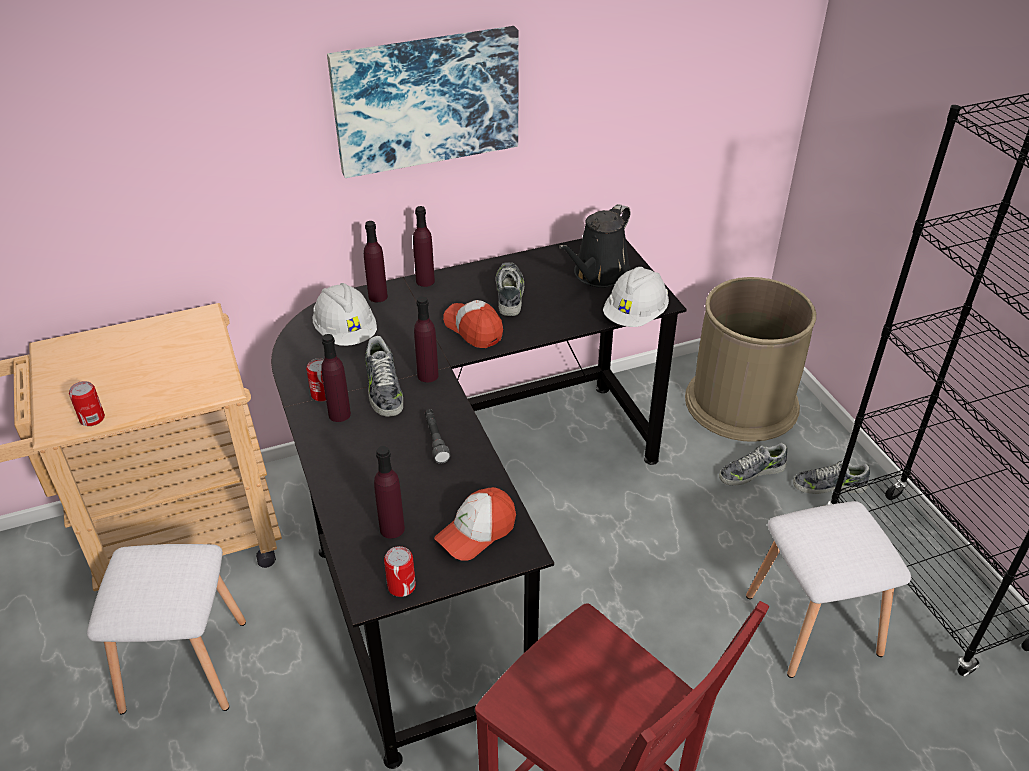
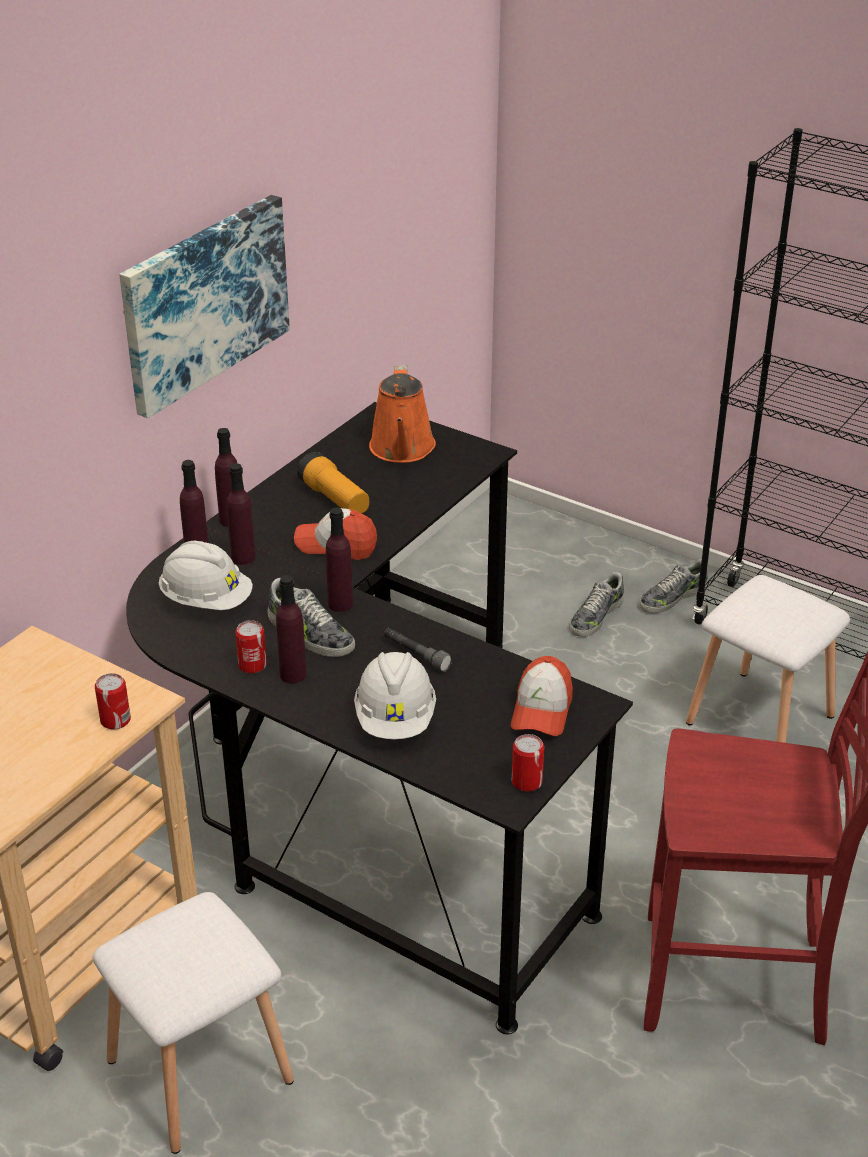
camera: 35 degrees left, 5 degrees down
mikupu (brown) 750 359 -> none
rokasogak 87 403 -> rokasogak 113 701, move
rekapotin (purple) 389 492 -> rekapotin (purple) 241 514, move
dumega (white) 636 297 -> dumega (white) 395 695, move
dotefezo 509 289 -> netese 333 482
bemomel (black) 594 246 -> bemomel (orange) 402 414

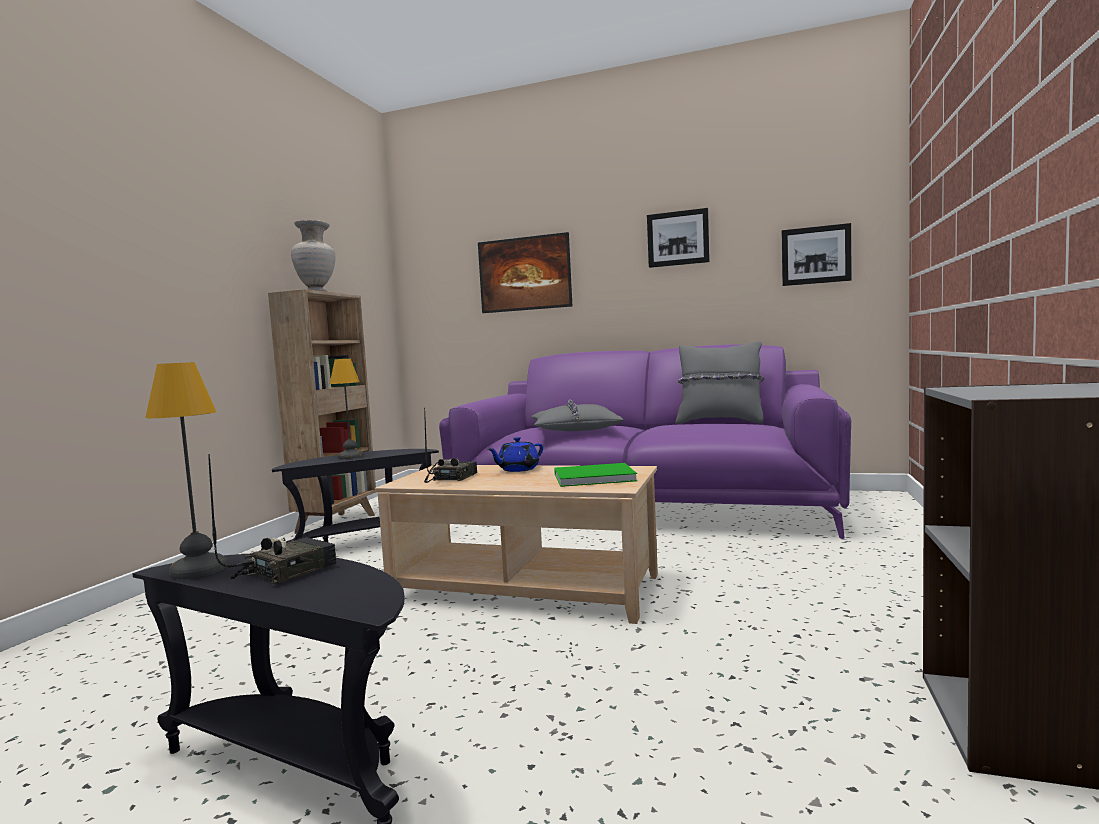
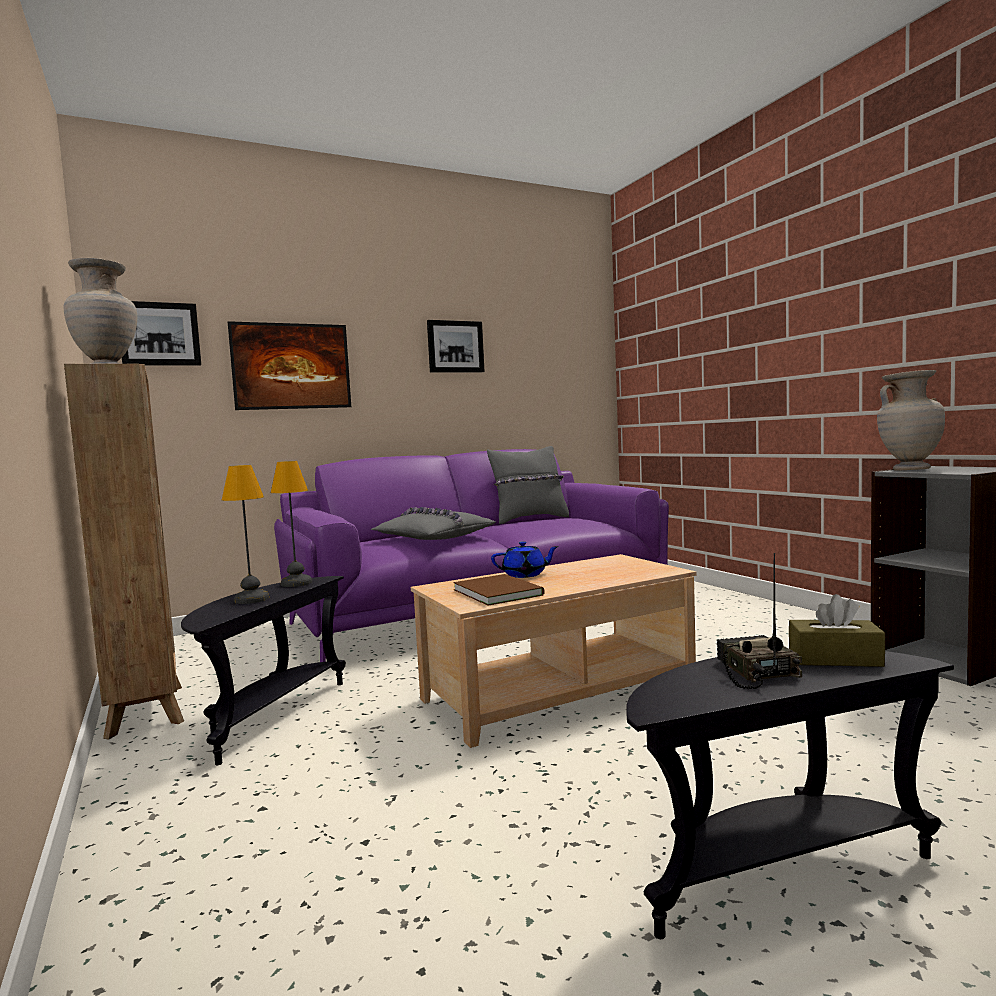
camera: 45 degrees left, 0 degrees up
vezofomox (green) 595 475 -> none
none -> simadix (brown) 837 630
none -> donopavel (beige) 911 420
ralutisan 186 470 -> ralutisan 291 524, move
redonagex 817 254 -> redonagex 161 333, move
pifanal 450 445 -> vezofomox (brown) 498 590
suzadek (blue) 515 454 -> suzadek (blue) 525 559, 105 degrees counterclockwise

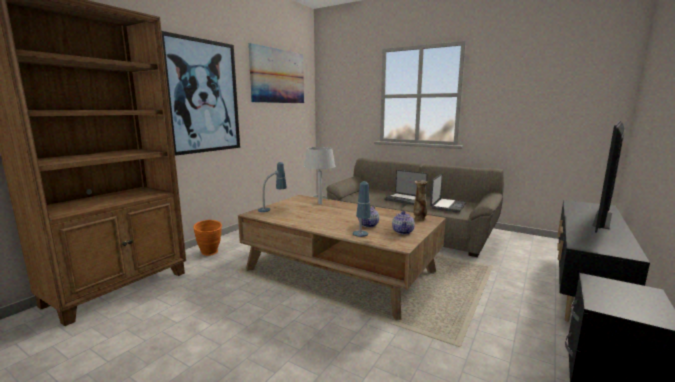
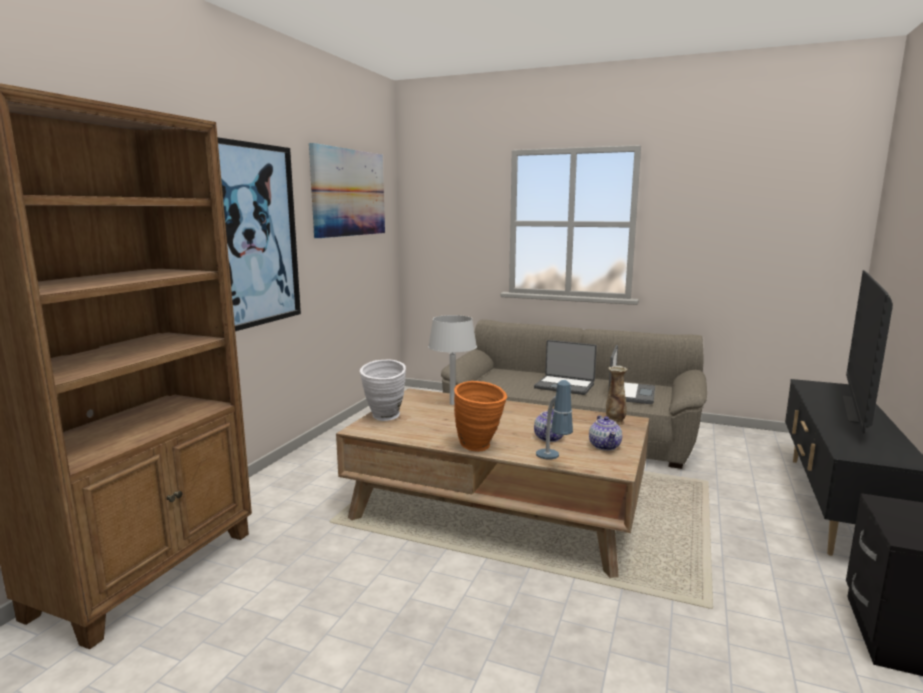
camera: 10 degrees left, 0 degrees up
donopavel (orange) 207 238 -> donopavel (orange) 480 416, move
ralutisan 272 187 -> donopavel (white) 383 390

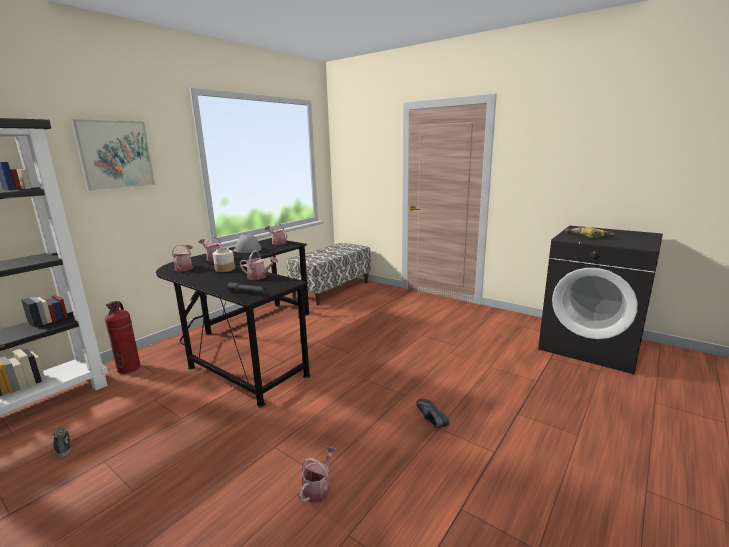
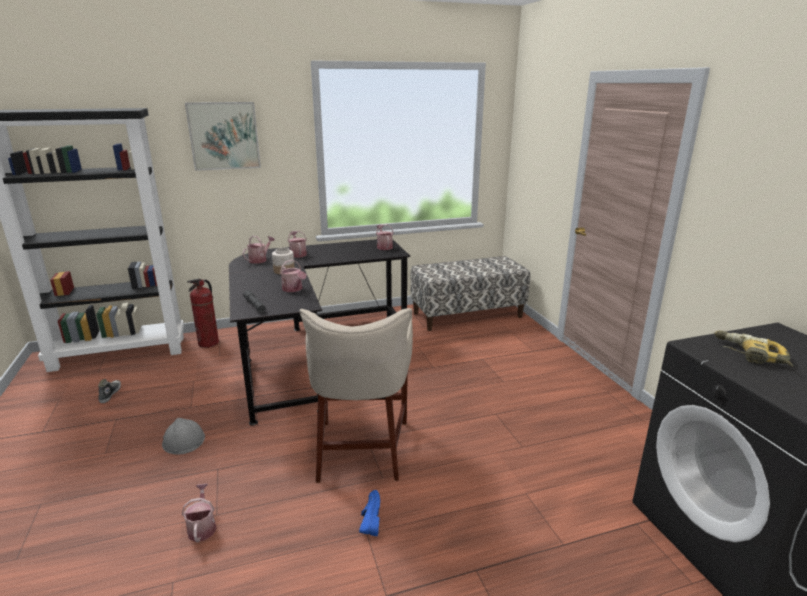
camera: 35 degrees right, 5 degrees up
none -> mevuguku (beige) 356 395
dumega (grey) 247 243 -> dumega (grey) 183 436, move
dotefezo (black) 432 413 -> dotefezo (blue) 369 513
bemomel 318 474 -> bemomel 199 512, 75 degrees counterclockwise

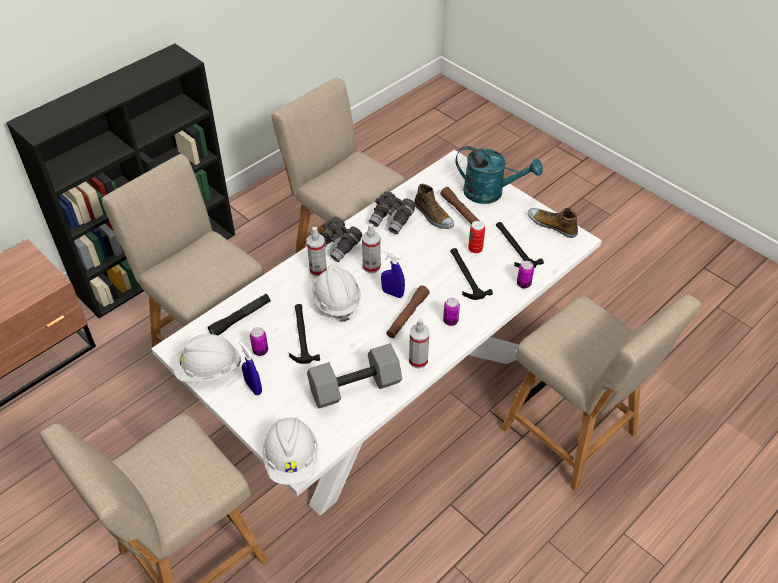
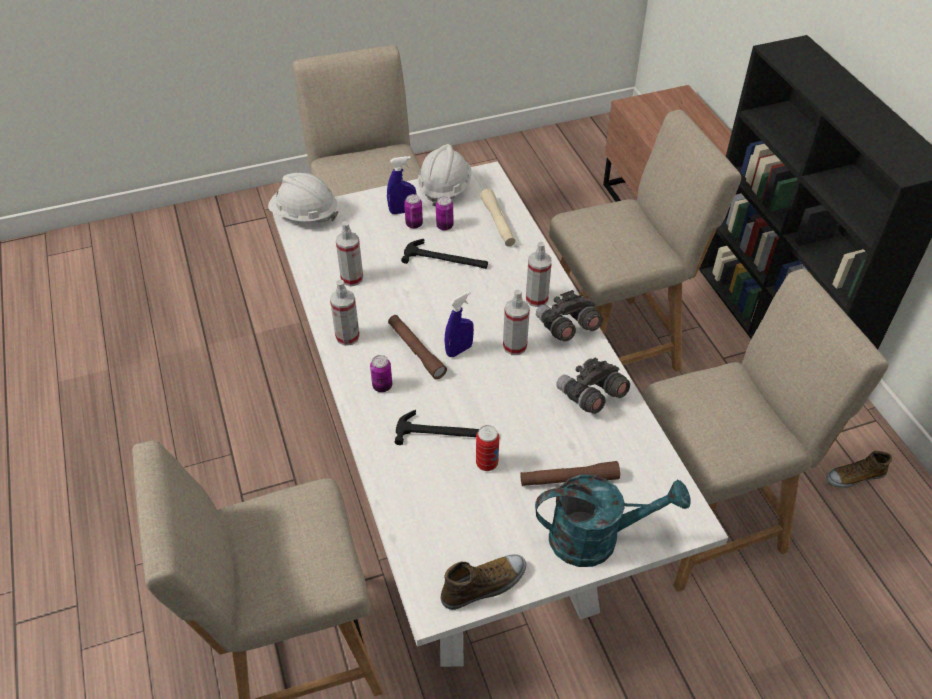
camera: 115 degrees right, 0 degrees up
dumega (white) 336 293 -> none
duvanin 520 245 -> none
dotefezo 434 206 -> dotefezo 859 469, move
rokasogak 525 274 -> rokasogak 413 211, move
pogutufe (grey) 354 376 -> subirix 349 253
netese (black) 239 314 -> netese (beige) 497 218
bemomel (turquoise) 499 175 -> bemomel (turquoise) 613 521, 135 degrees counterclockwise

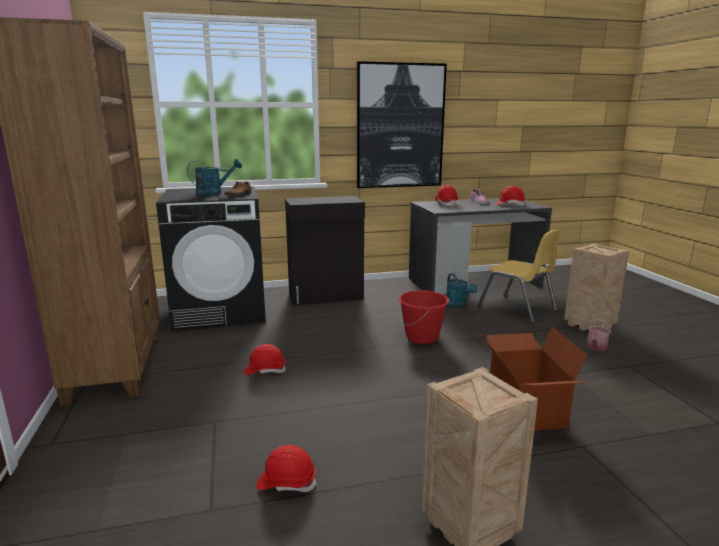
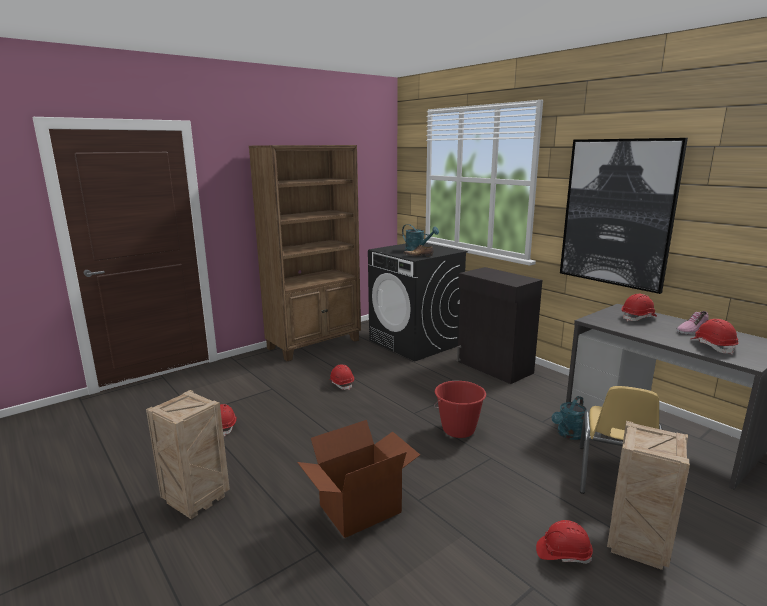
camera: 65 degrees right, 0 degrees up
bemomel 598 335 -> dumega (red) 564 542

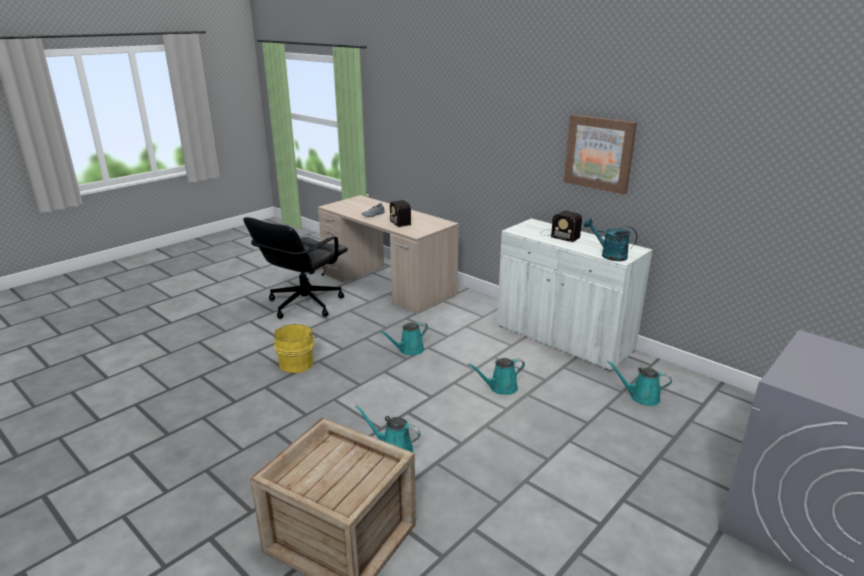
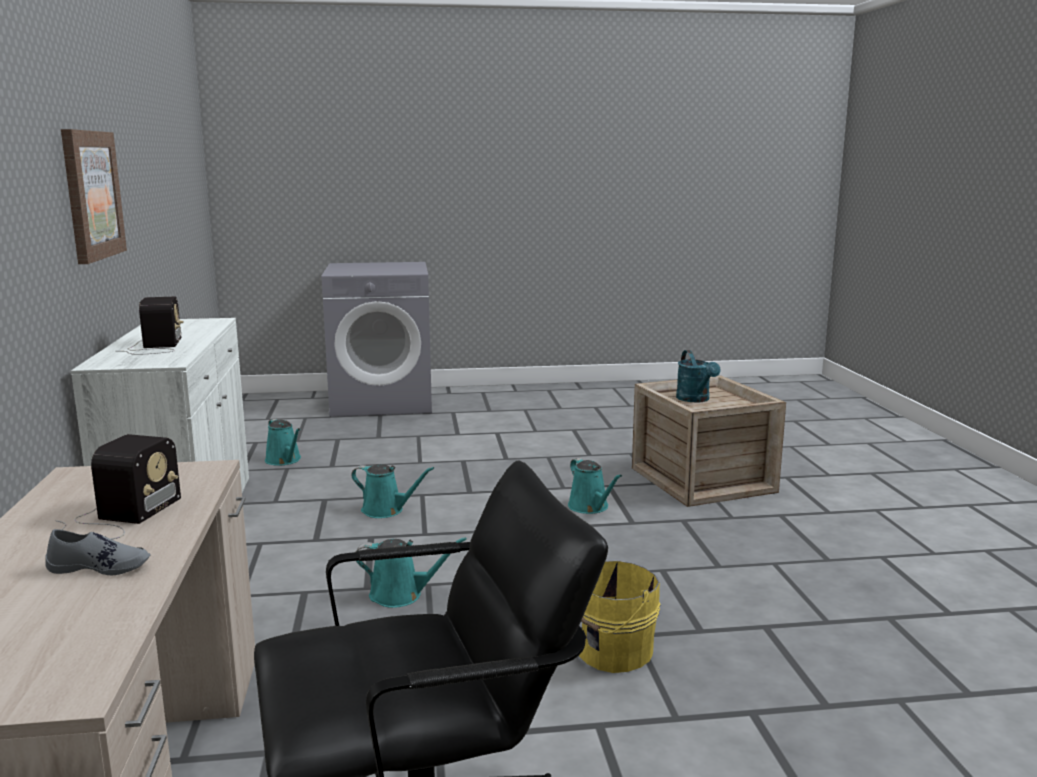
camera: 140 degrees left, 10 degrees down
bemomel (turquoise) 611 239 -> bemomel (turquoise) 698 376, move

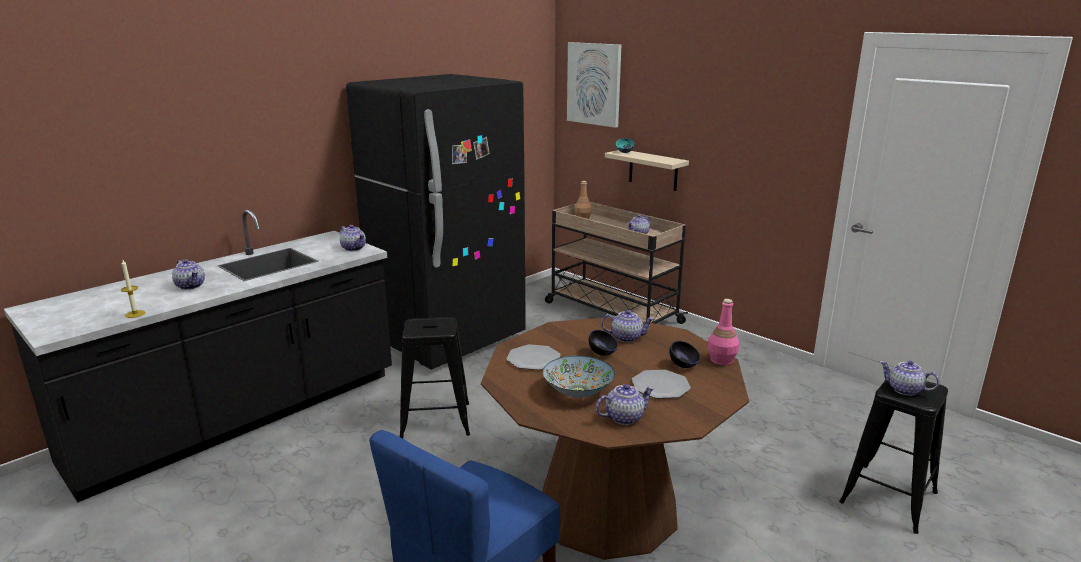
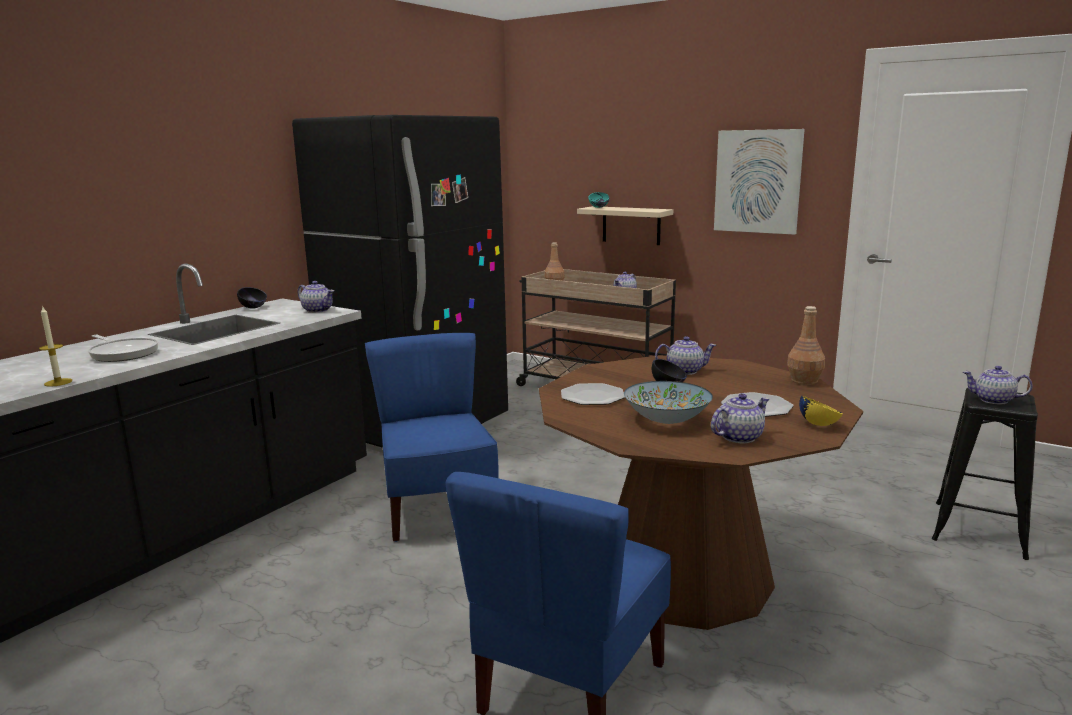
camera: 10 degrees left, 5 degrees down
none -> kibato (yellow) 821 411
redonagex 594 85 -> redonagex 759 182, move
kibato (black) 684 354 -> kibato (black) 252 298, move
suzadek 188 274 -> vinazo 123 348
mevuguku (black) 435 377 -> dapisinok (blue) 432 437
rekapotin (pink) 723 332 -> rekapotin (brown) 806 345

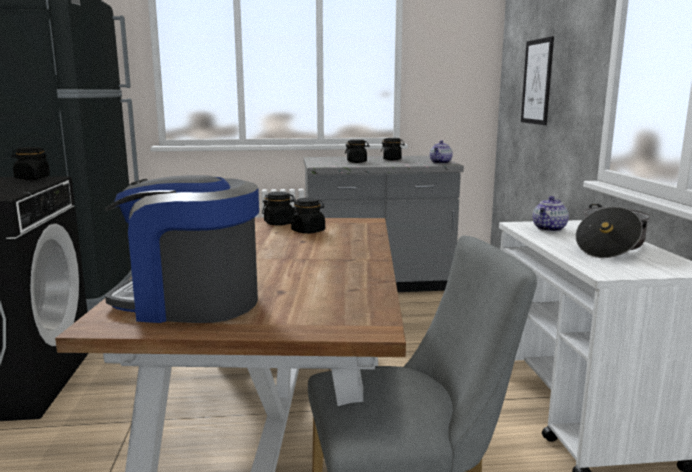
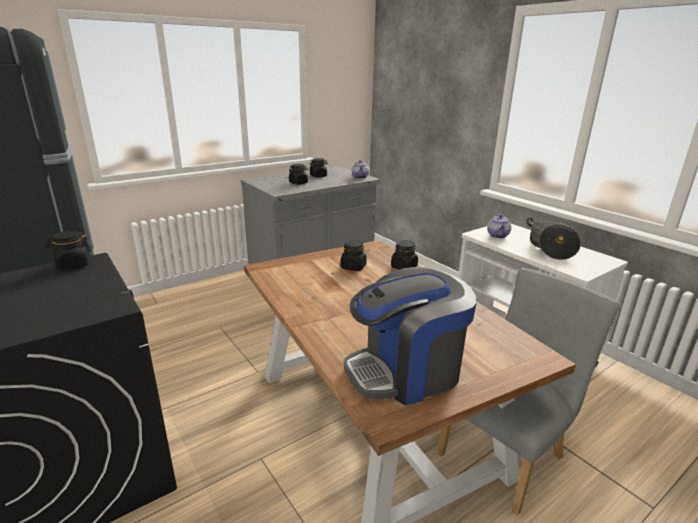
camera: 30 degrees left, 10 degrees up
redonagex 537 80 -> none
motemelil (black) 279 209 -> motemelil (black) 404 255, move

